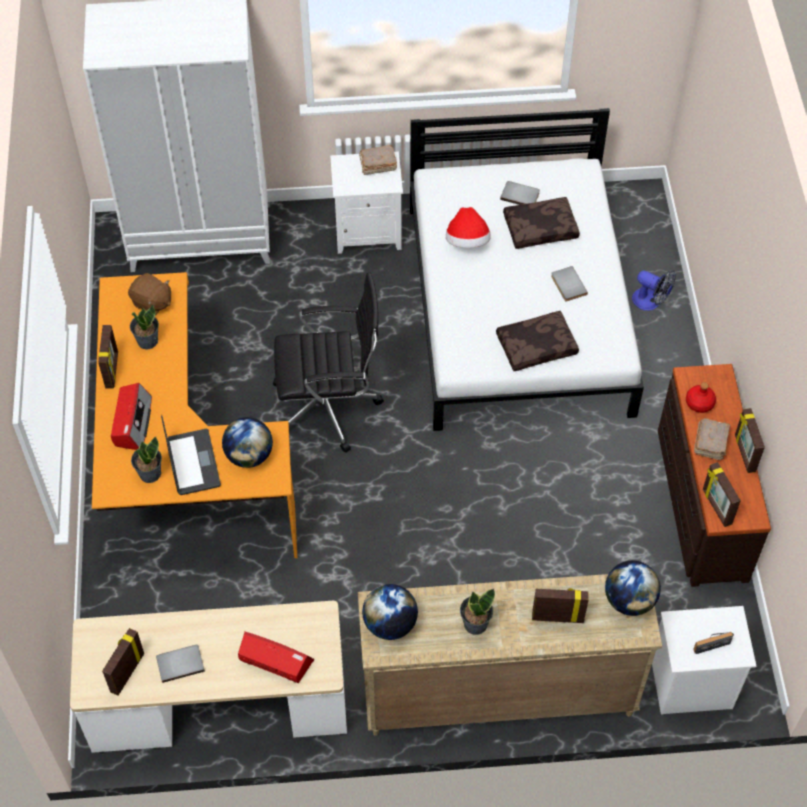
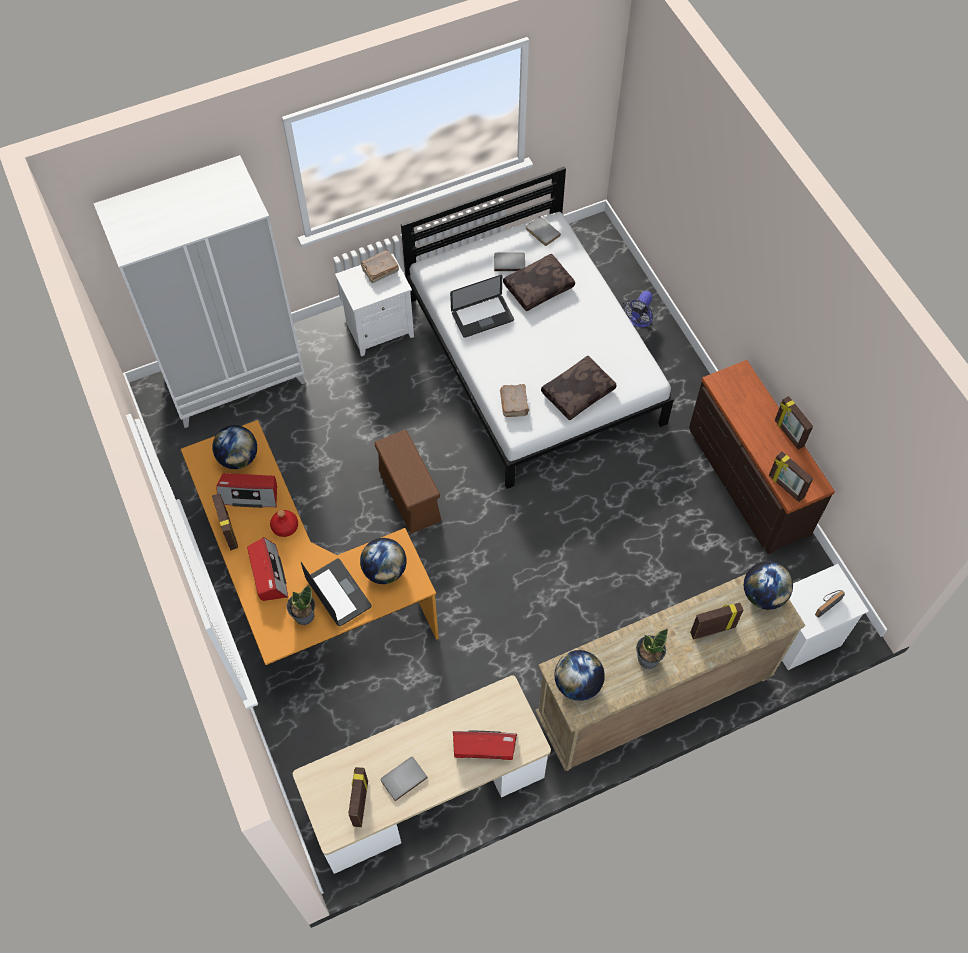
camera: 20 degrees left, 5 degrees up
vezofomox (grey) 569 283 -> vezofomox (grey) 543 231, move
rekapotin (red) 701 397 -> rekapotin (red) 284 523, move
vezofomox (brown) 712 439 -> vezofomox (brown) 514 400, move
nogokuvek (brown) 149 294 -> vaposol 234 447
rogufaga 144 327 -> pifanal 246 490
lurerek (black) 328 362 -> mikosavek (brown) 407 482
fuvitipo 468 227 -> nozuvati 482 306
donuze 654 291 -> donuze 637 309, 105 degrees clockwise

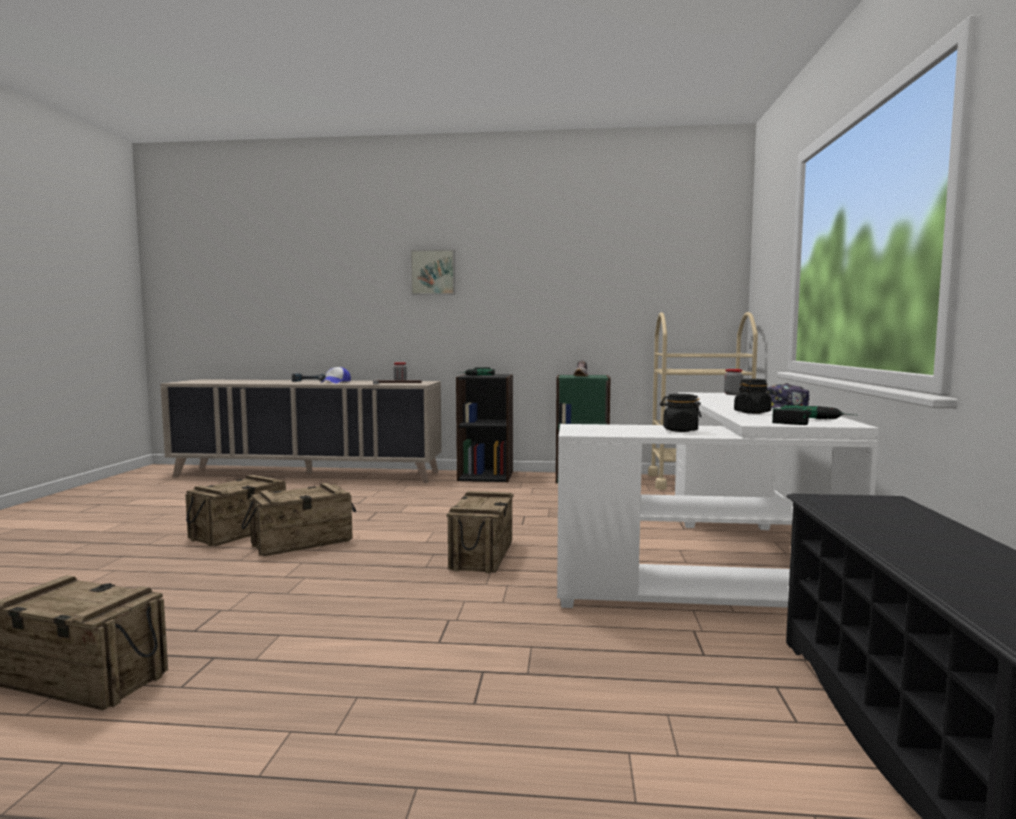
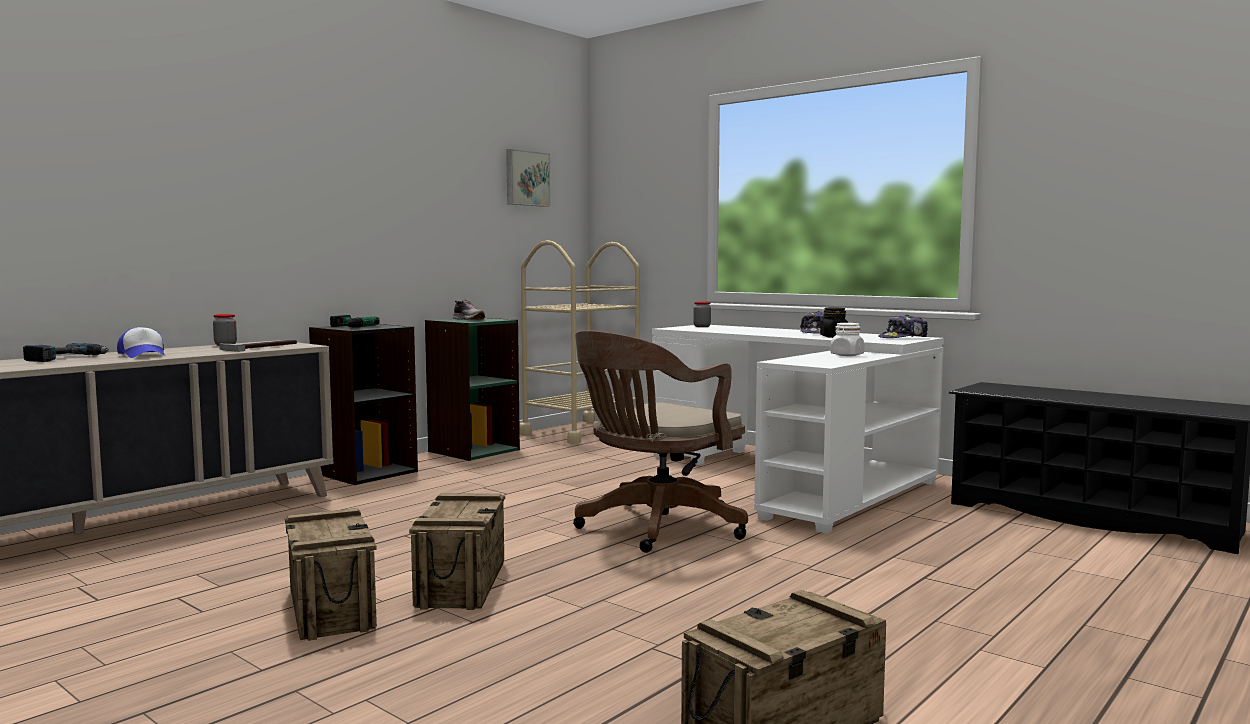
camera: 55 degrees left, 0 degrees up
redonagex 432 272 -> redonagex 528 178, move
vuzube 479 532 -> lurerek (brown) 660 441
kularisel 814 415 -> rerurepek 903 326
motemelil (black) 680 413 -> motemelil (white) 847 339

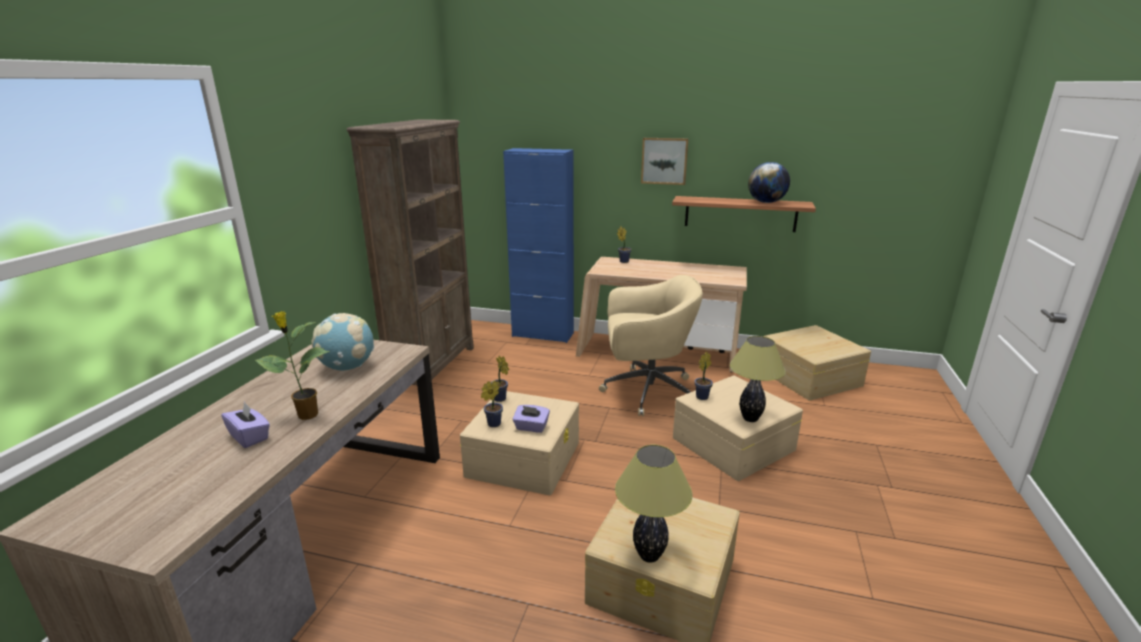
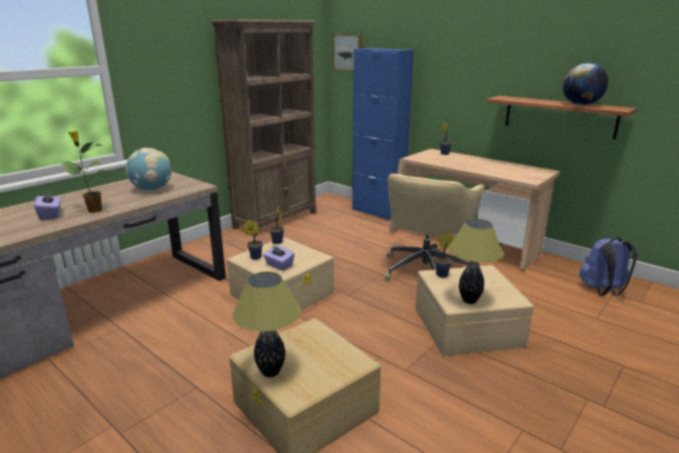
camera: 25 degrees right, 0 degrees up
redonagex 665 161 -> redonagex 347 52, move
mikosavek (beige) 817 363 -> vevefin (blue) 608 267
lurerek (beige) 651 346 -> lurerek (beige) 434 227, 90 degrees clockwise

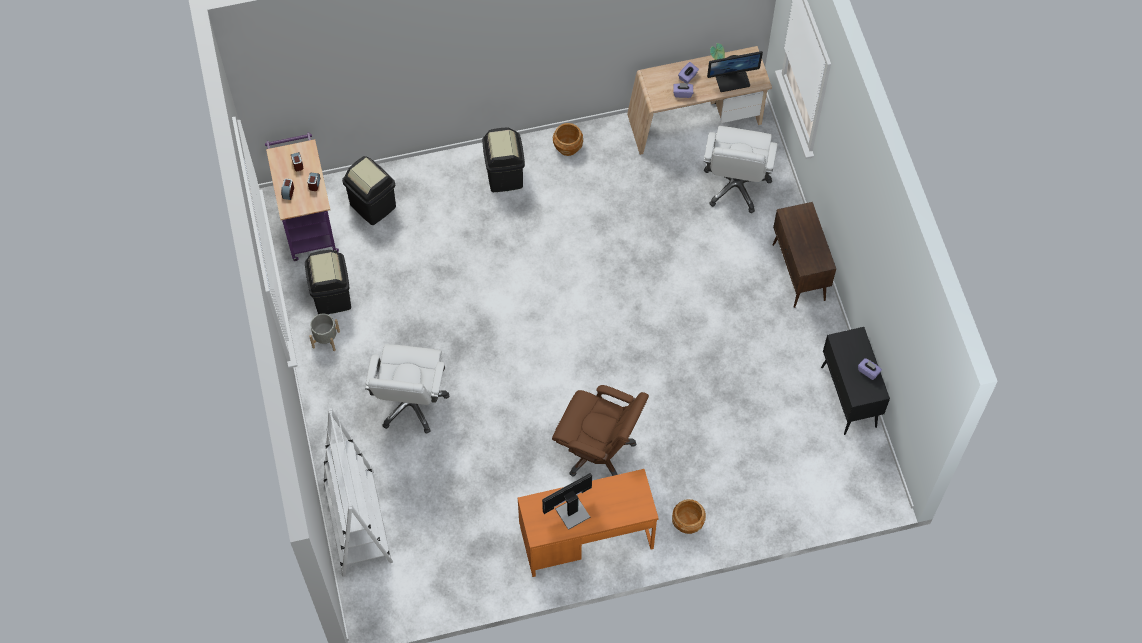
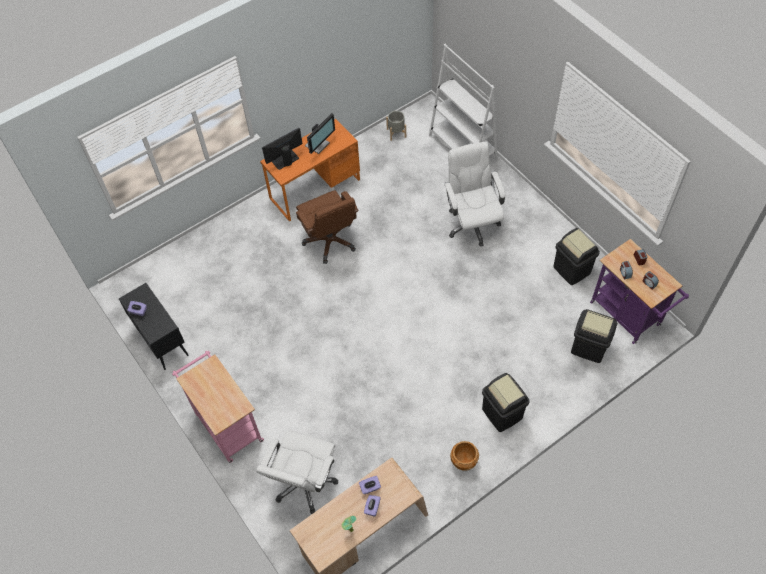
camera: 160 degrees right, 5 degrees down
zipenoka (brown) 689 516 -> none
zipenoka (grey) 324 332 -> zipenoka (grey) 396 126, move
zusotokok 735 71 -> zusotokok 282 149, move
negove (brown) 804 255 -> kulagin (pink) 218 406
lurerek (brown) 600 431 -> lurerek (brown) 327 227, 120 degrees counterclockwise
lurerek (white) 741 169 -> lurerek (white) 297 472, 150 degrees counterclockwise

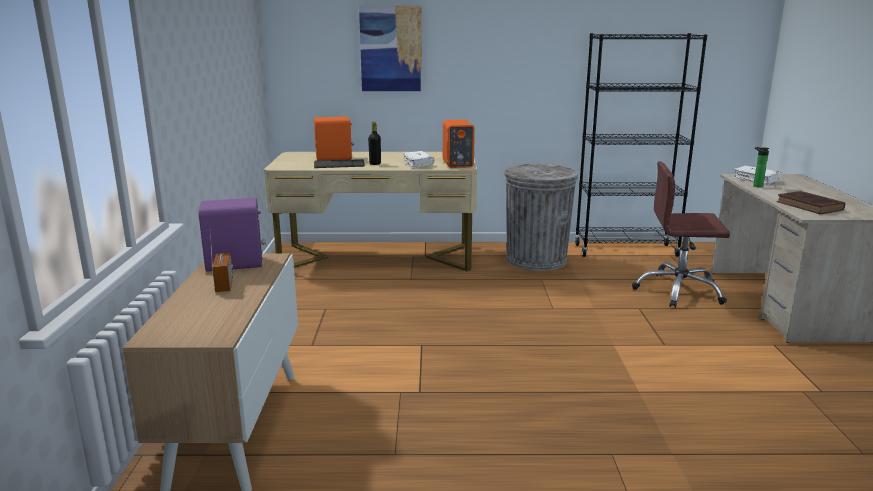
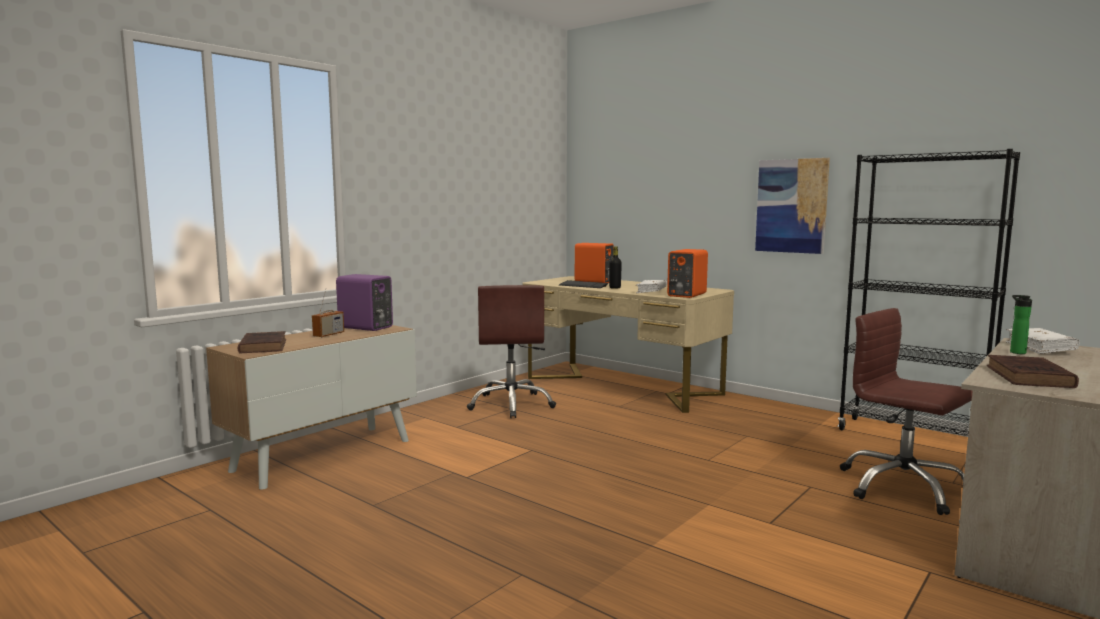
camera: 40 degrees right, 10 degrees down
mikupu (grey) 541 217 -> none
none -> vezofomox (brown) 262 342
none -> lurerek (brown) 511 351
redonagex 390 48 -> redonagex 792 206, move

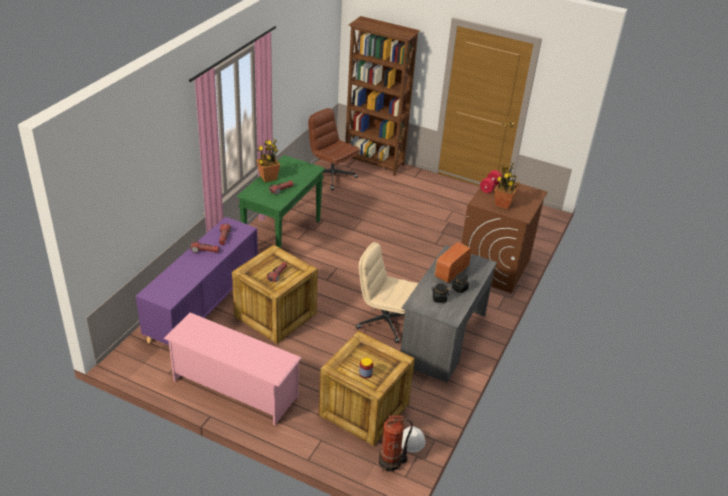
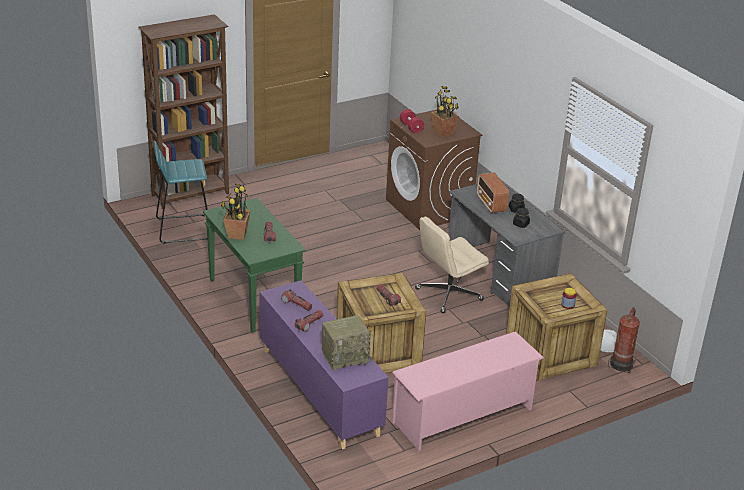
camera: 55 degrees left, 5 degrees down
none -> pifanal 347 343
lurerek (brown) 334 149 -> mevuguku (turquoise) 181 192

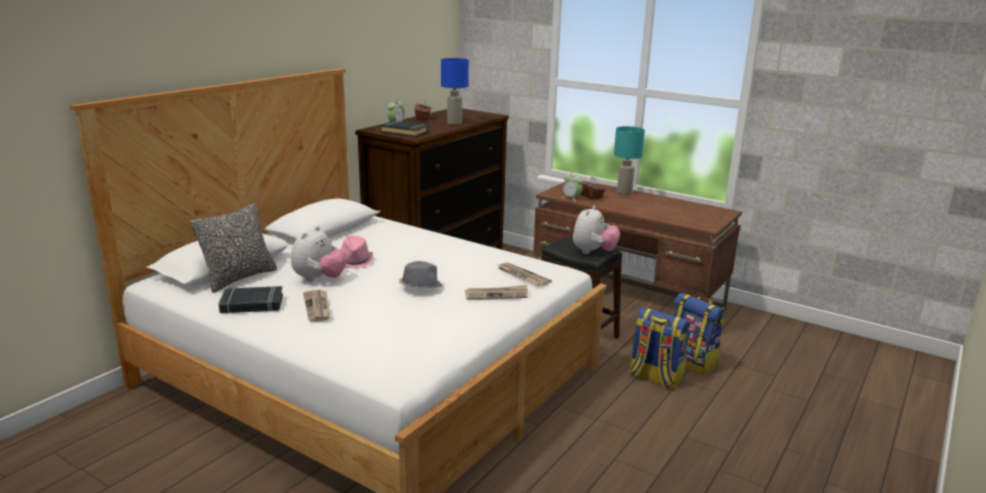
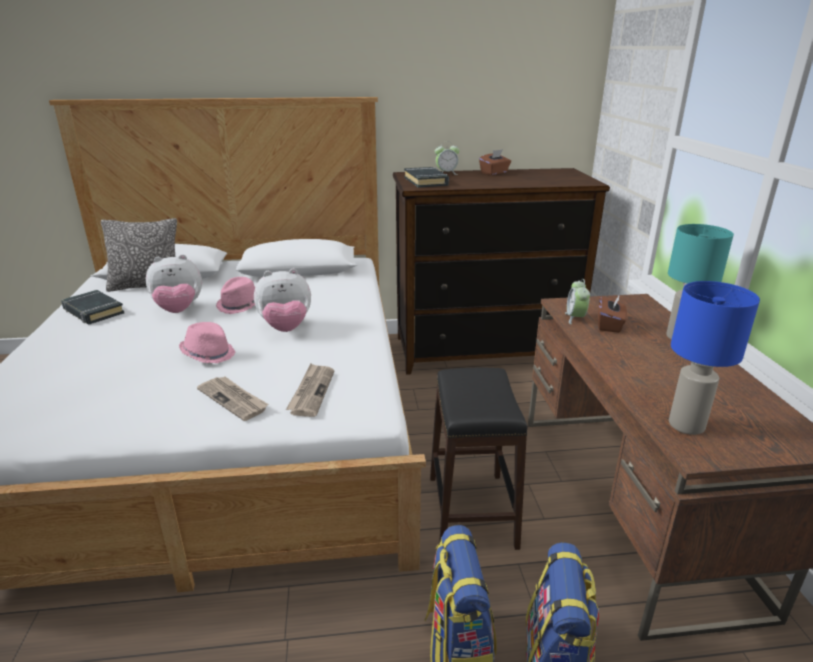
camera: 50 degrees right, 5 degrees up
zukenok 316 306 -> none
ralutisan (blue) 455 91 -> ralutisan (blue) 714 358, move
nogokuvek 596 230 -> nogokuvek 282 300, move
fuvitipo (grey) 420 275 -> fuvitipo (pink) 207 342

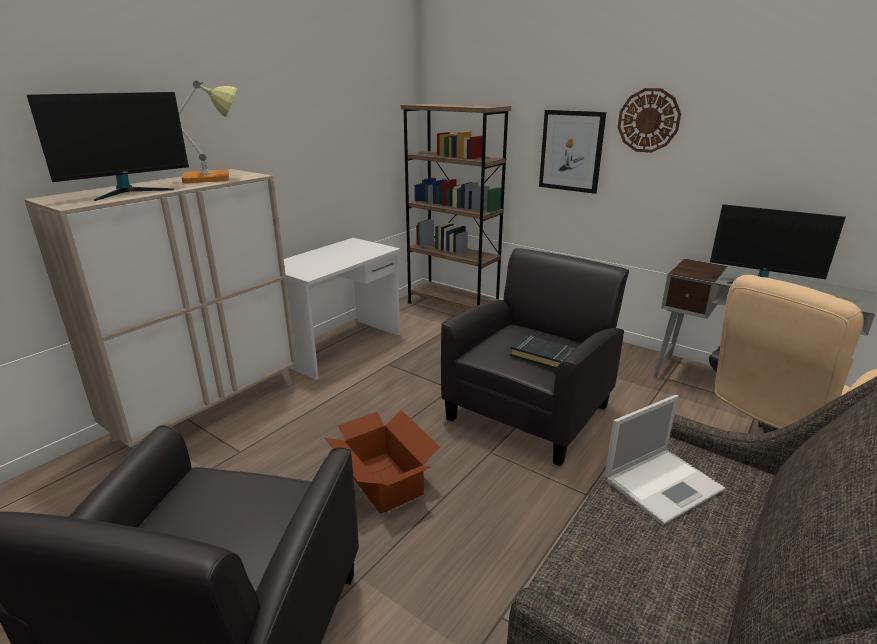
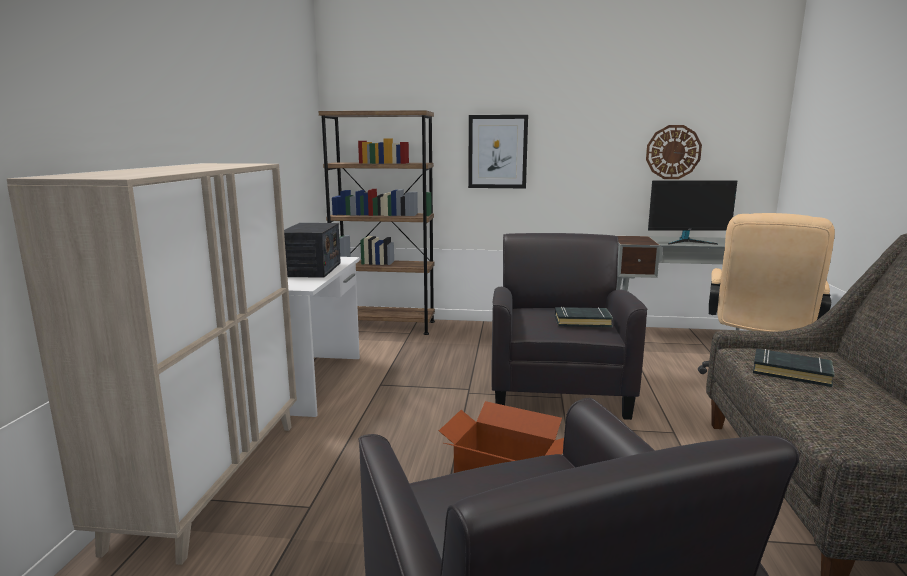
camera: 30 degrees left, 10 degrees down
zusotokok 108 146 -> none
ralutisan 207 131 -> none
none -> pifanal 312 250
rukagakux 649 120 -> rukagakux 674 152, move
nozuvati 664 460 -> vezofomox (black) 794 368

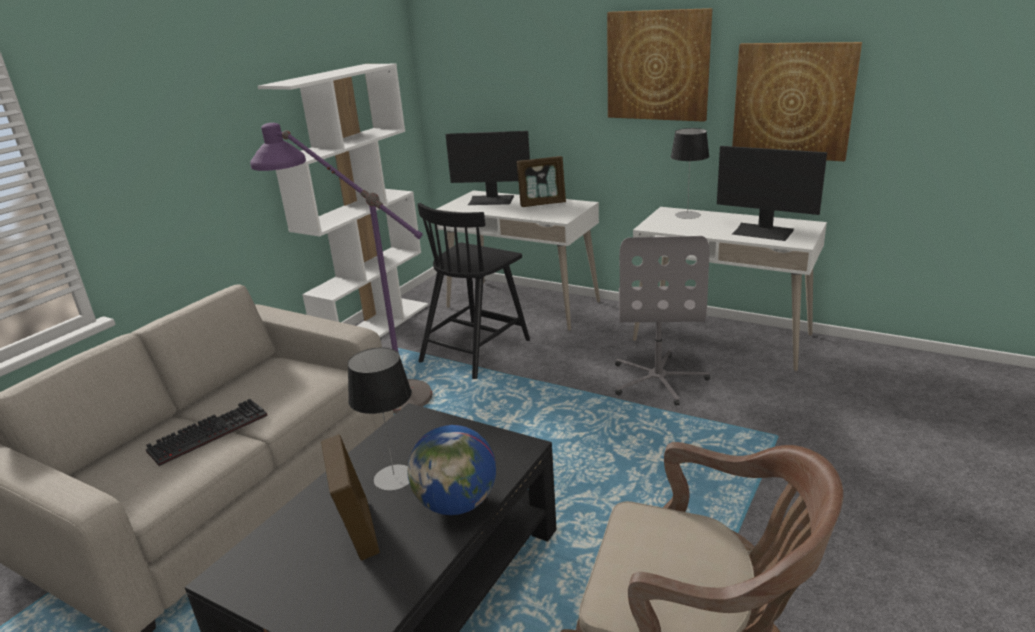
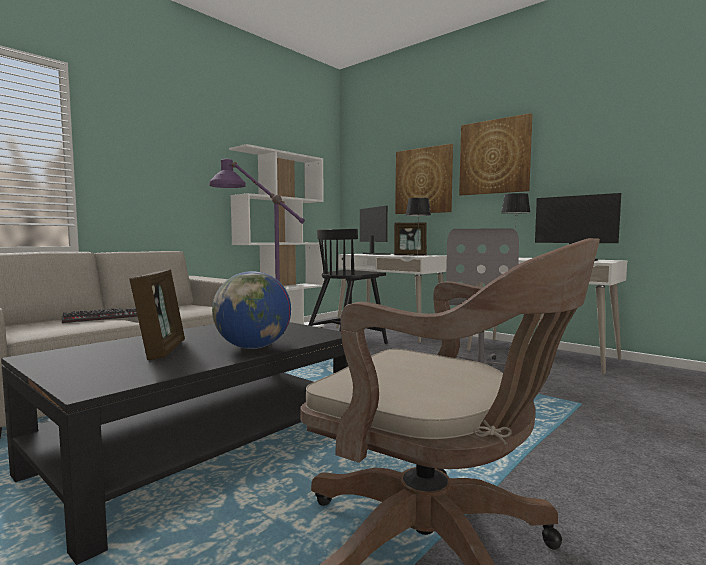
camera: 10 degrees right, 20 degrees down
ralutisan 380 419 -> ralutisan 418 227, move
redonagex 797 102 -> redonagex 424 179, move
zusotokok 487 168 -> zusotokok 376 230, 135 degrees counterclockwise

